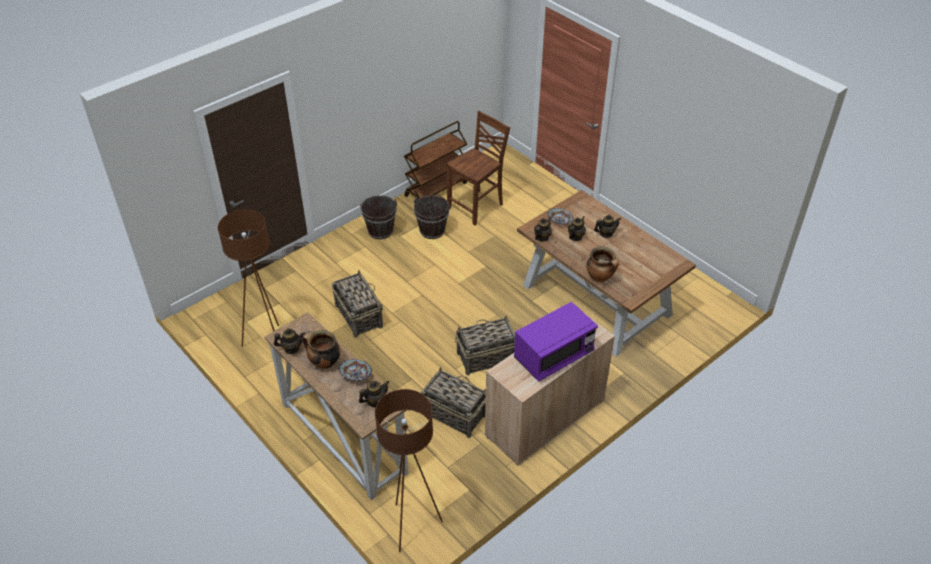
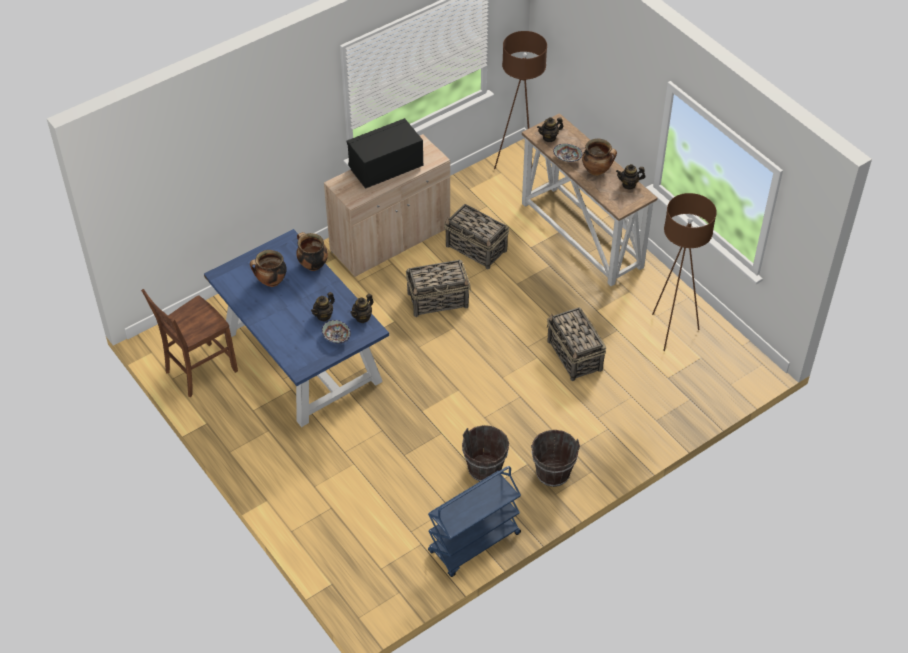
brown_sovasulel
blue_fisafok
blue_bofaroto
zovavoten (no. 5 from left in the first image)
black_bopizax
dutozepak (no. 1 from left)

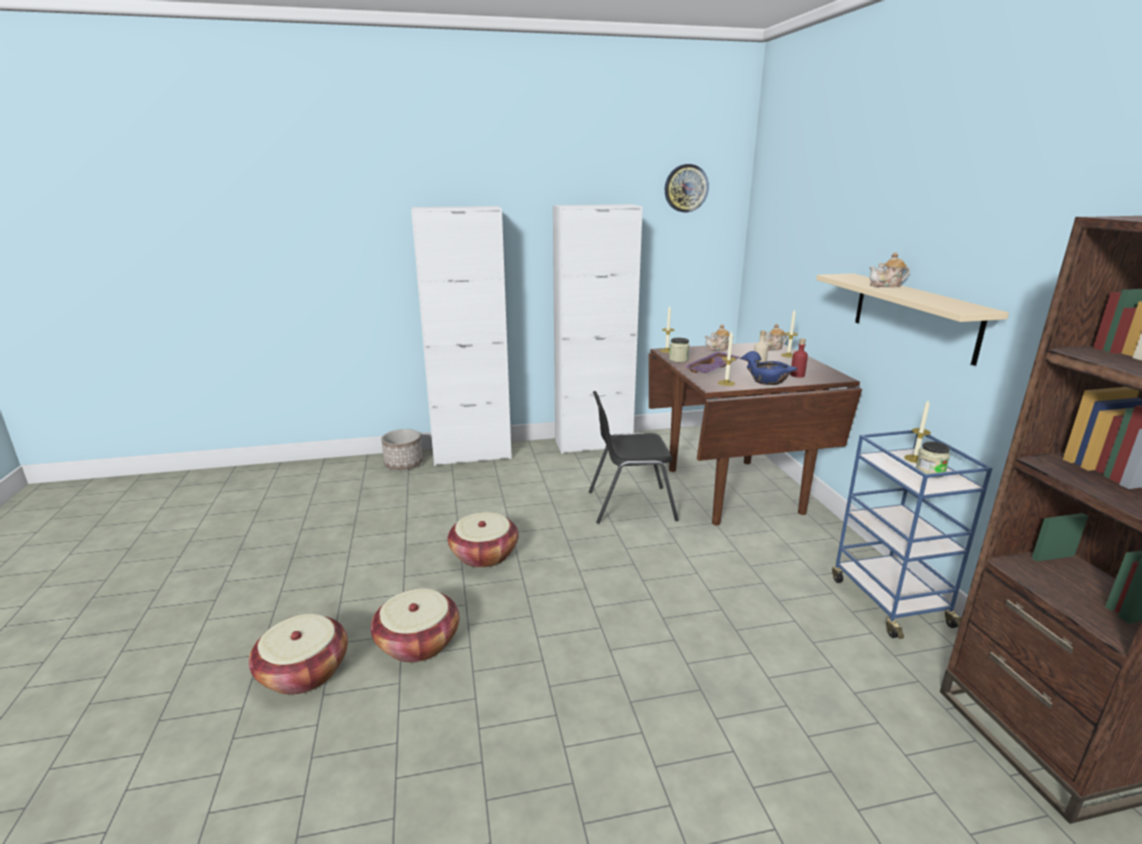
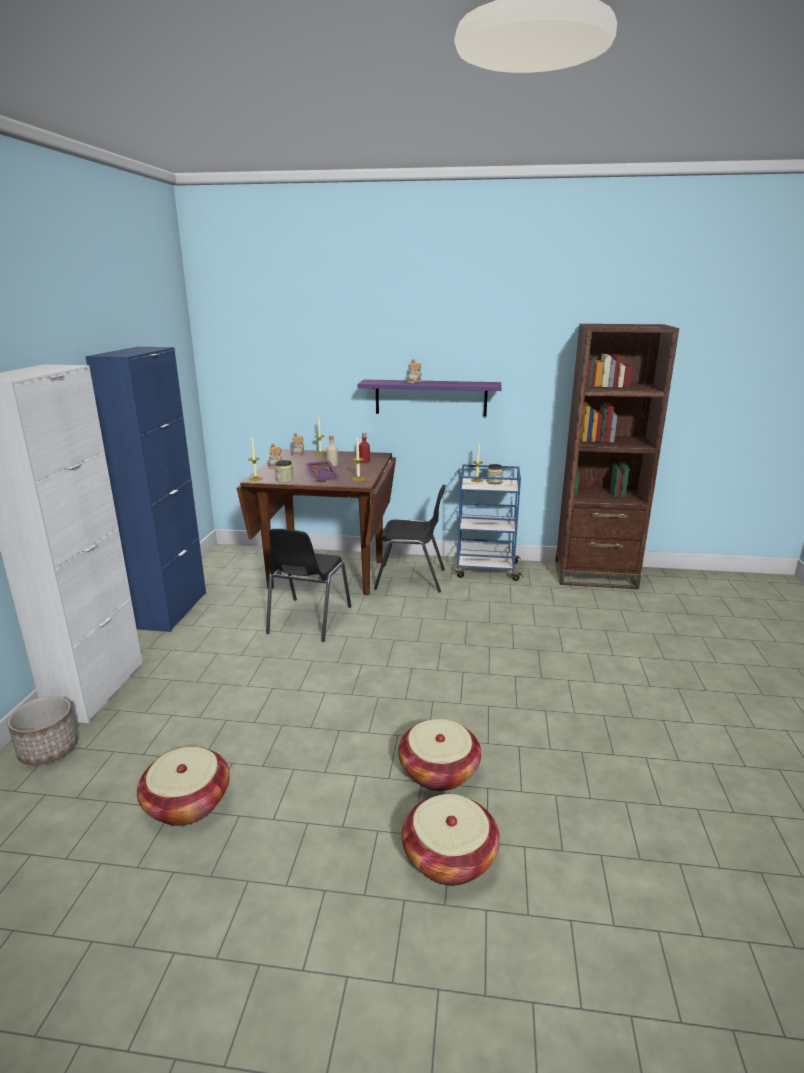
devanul
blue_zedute
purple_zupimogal
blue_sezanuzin
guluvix (no. 1 from left)
black_sovasulel (no. 2 from left)

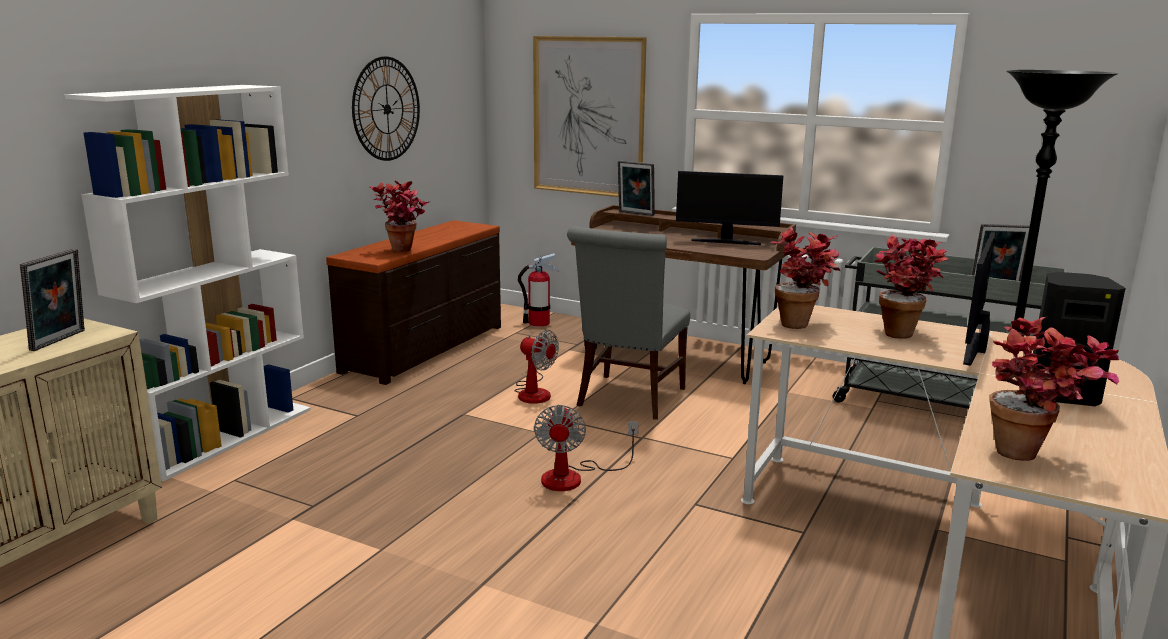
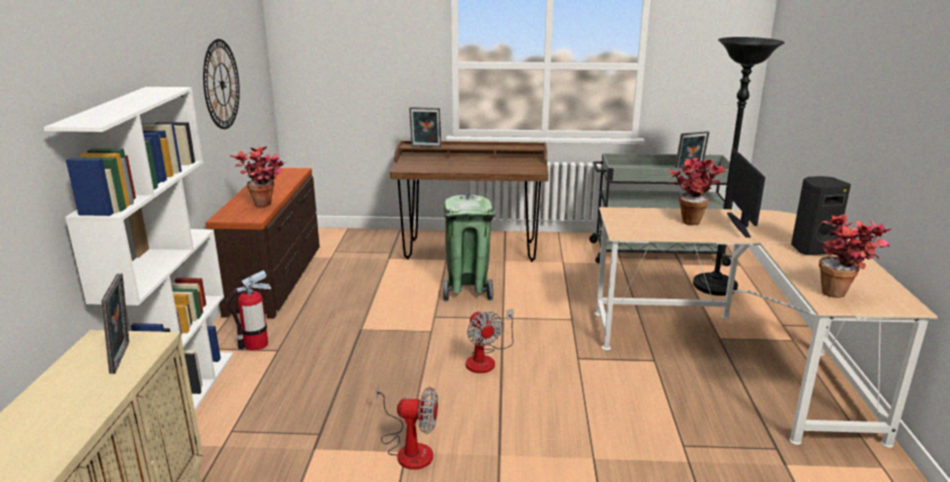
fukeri
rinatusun (no. 1 from left in the first image)
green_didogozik
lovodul (no. 2 from left in the first image)
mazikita
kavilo (no. 1 from left)

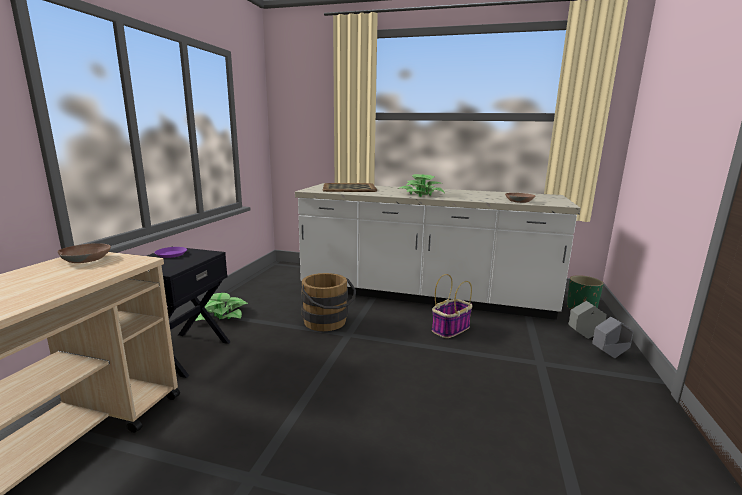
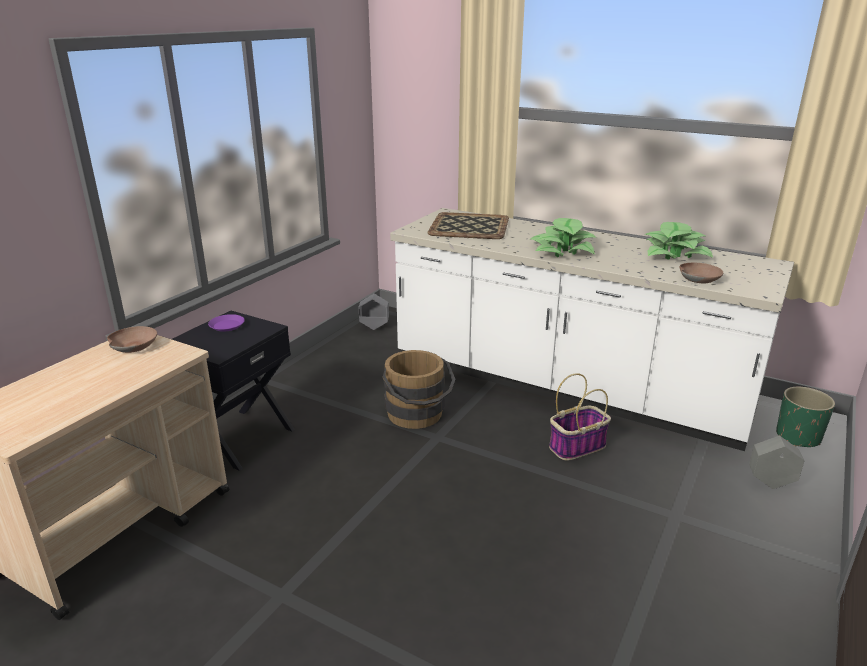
lovodul (no. 2 from left)
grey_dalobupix (no. 1 from left)

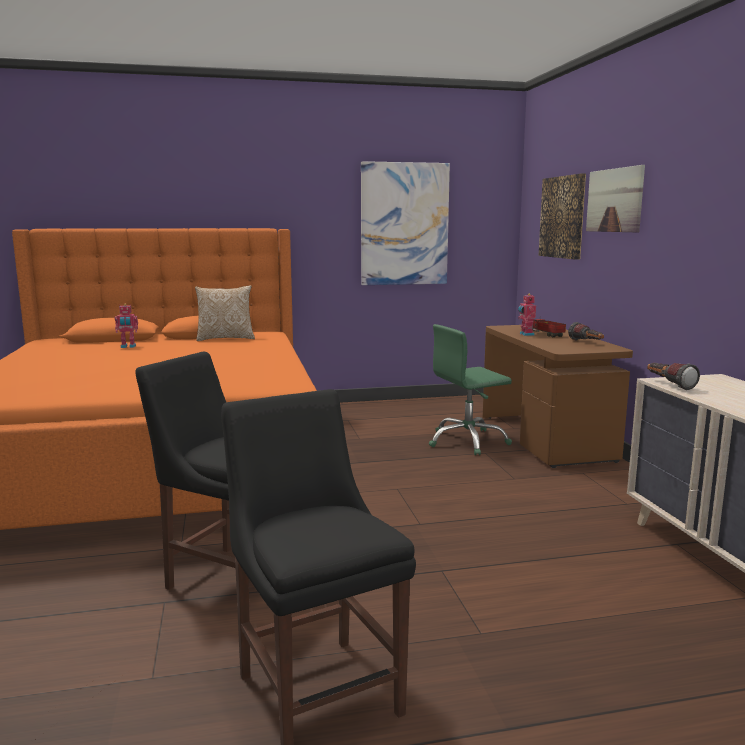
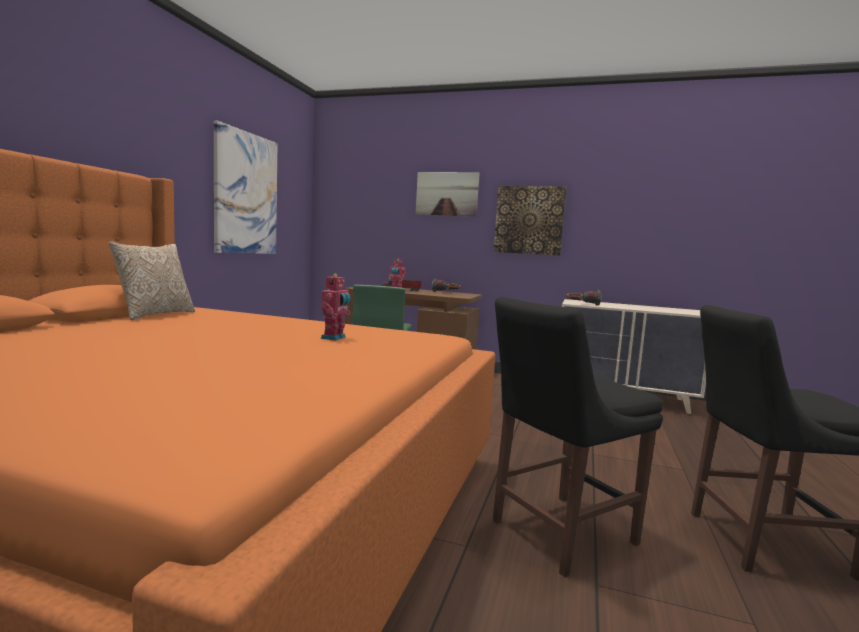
fukeri (no. 3 from left)
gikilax (no. 1 from left)

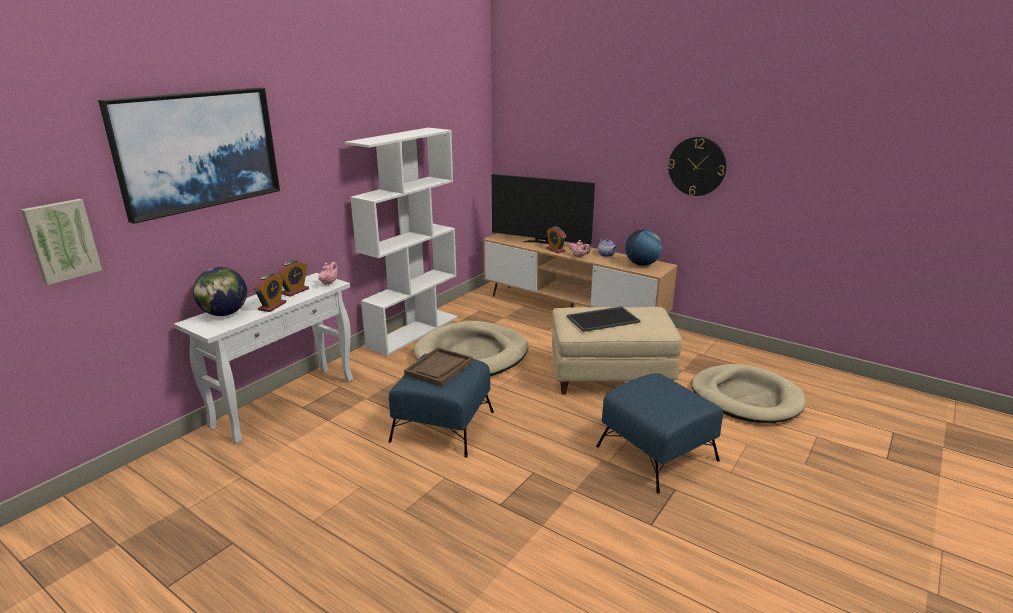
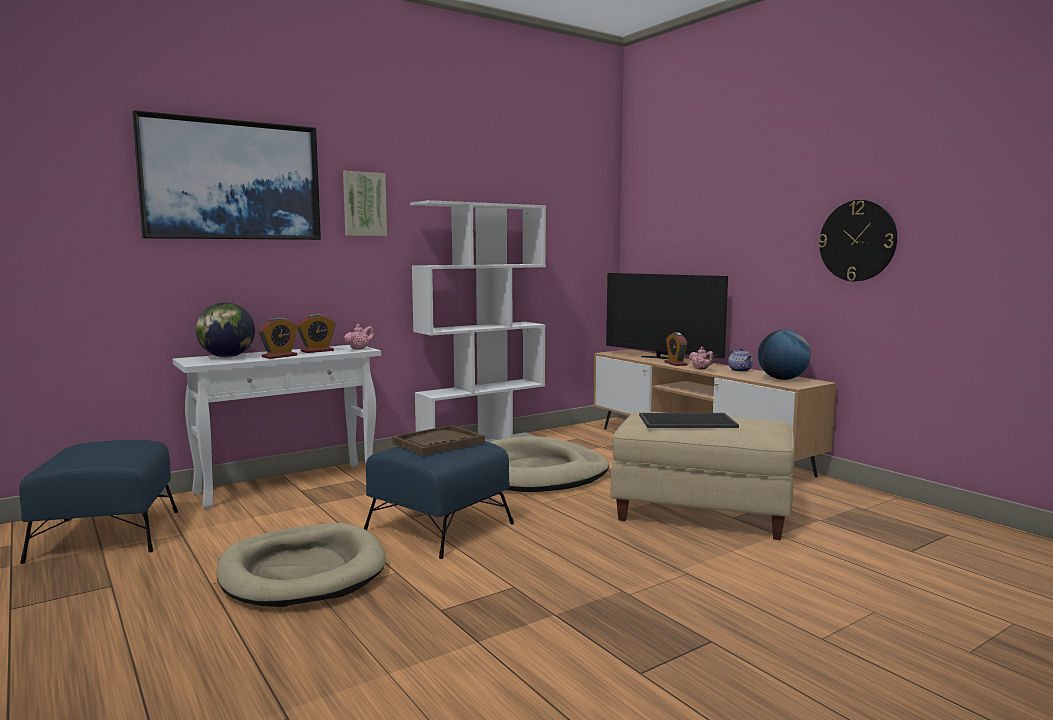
fukeri (no. 2 from left)
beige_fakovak (no. 1 from left)
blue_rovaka (no. 1 from left)

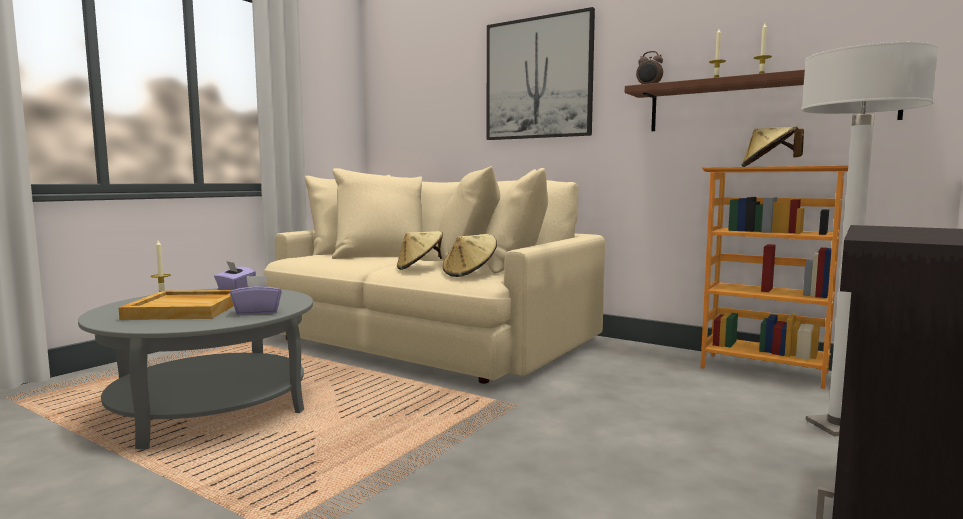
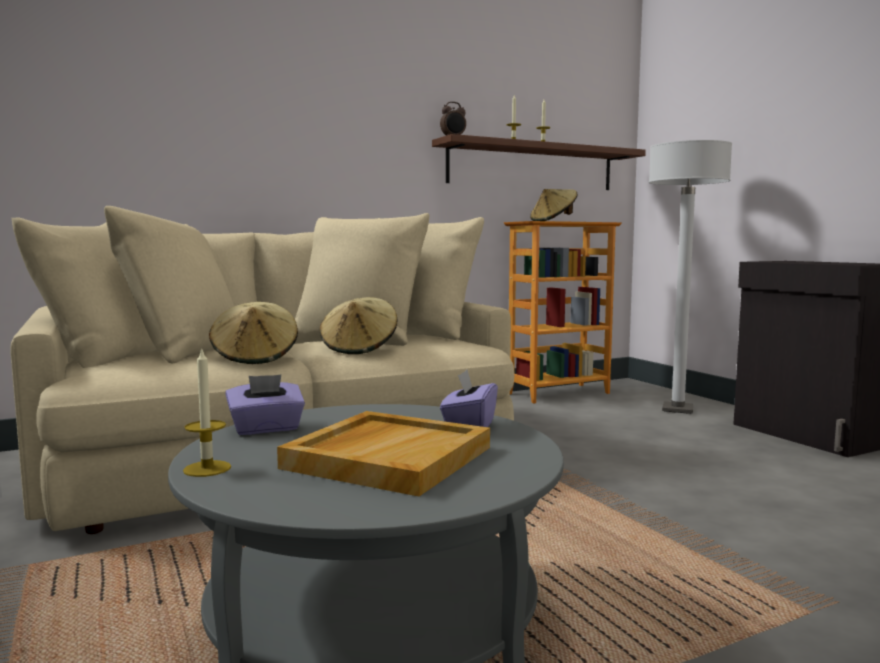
fukeri
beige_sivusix (no. 1 from left)

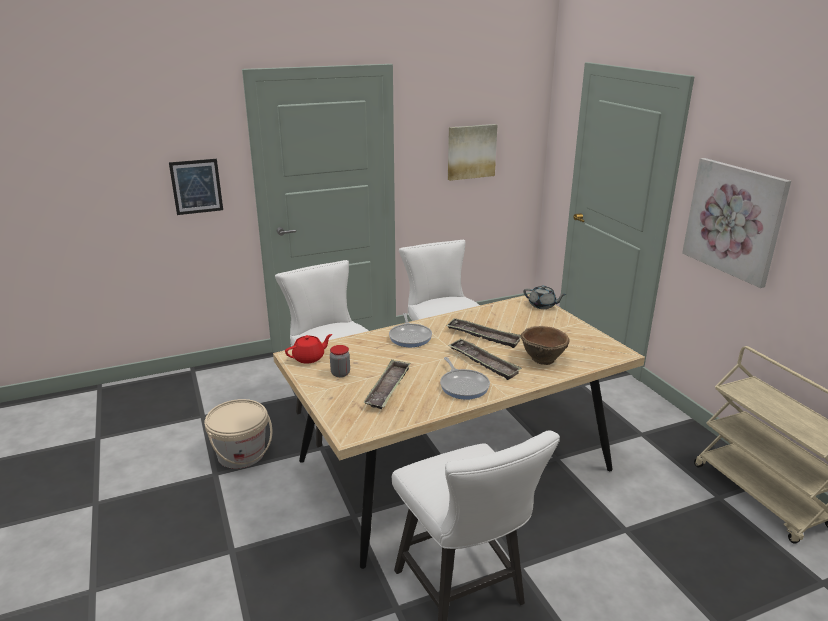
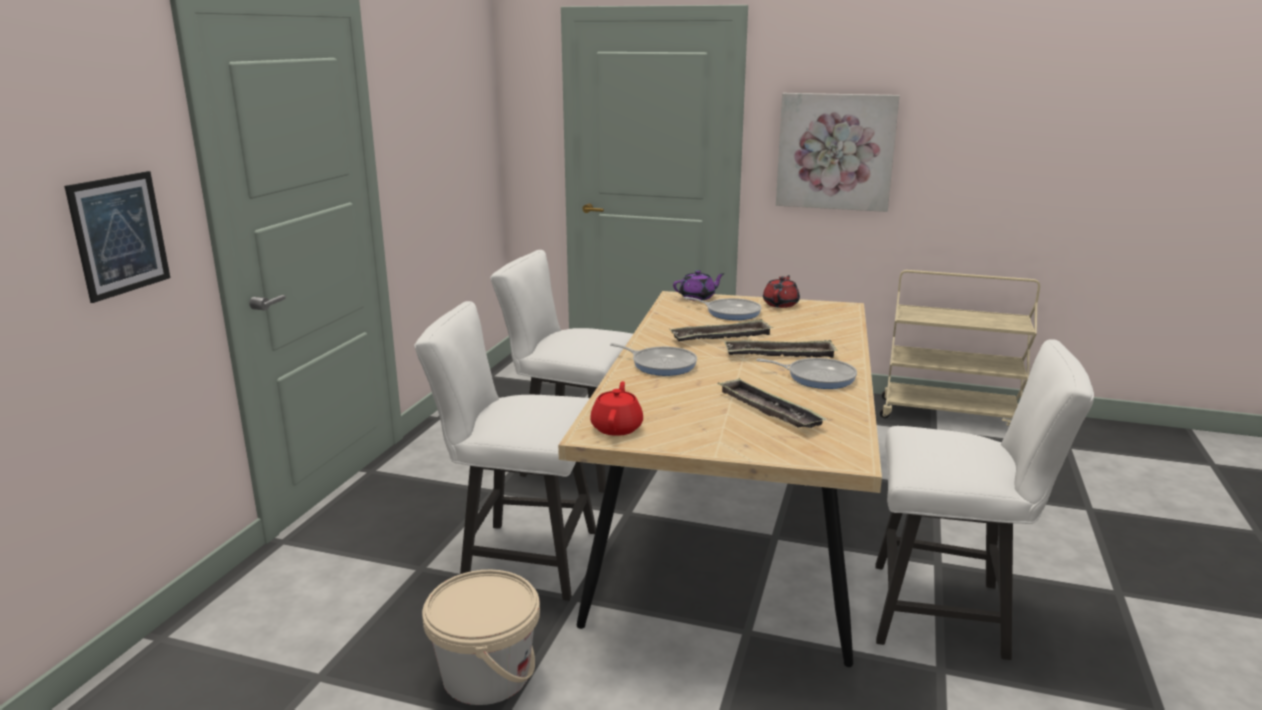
fukeri (no. 2 from left in the first image)
purple_zovavoten
brown_sezanuzin
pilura
red_zovavoten (no. 2 from left)
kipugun (no. 2 from left)

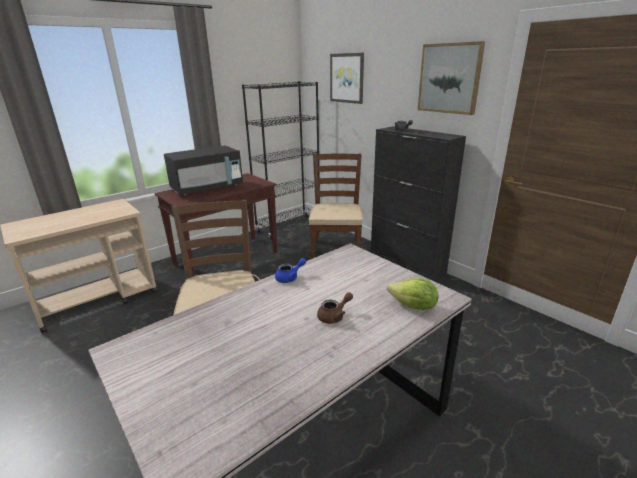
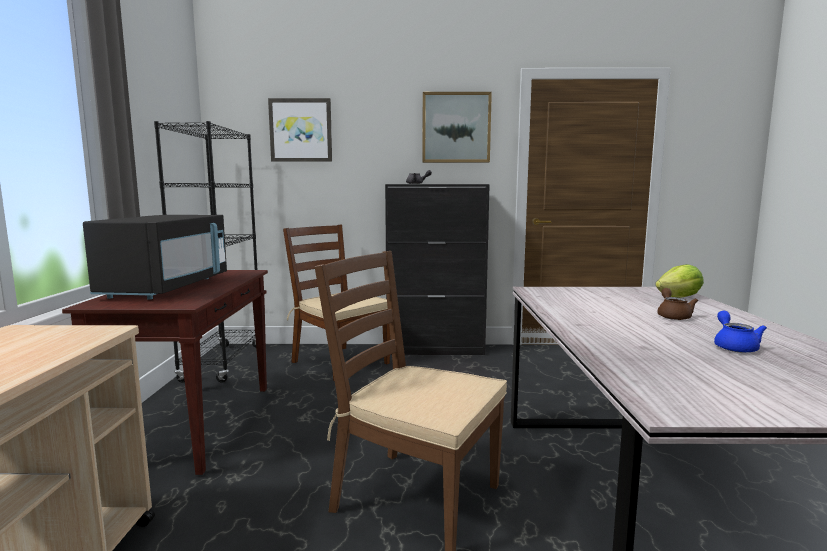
blue_zovavoten

